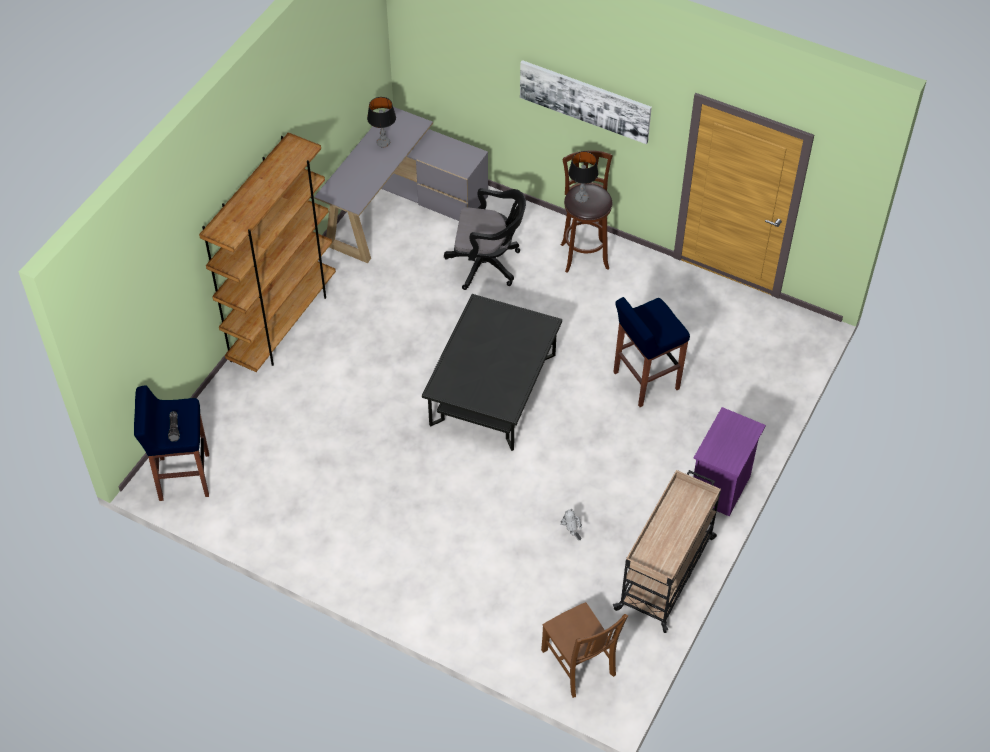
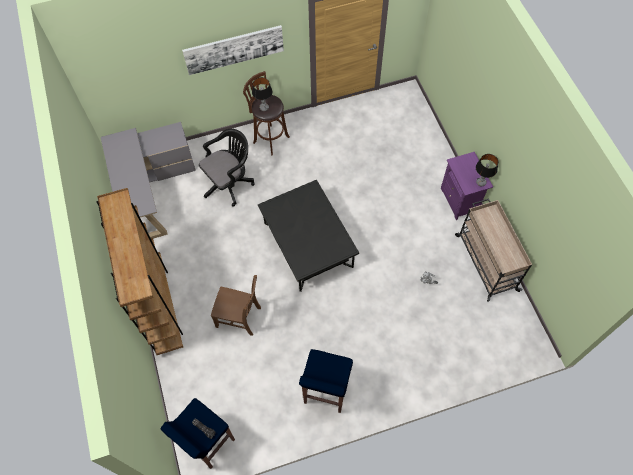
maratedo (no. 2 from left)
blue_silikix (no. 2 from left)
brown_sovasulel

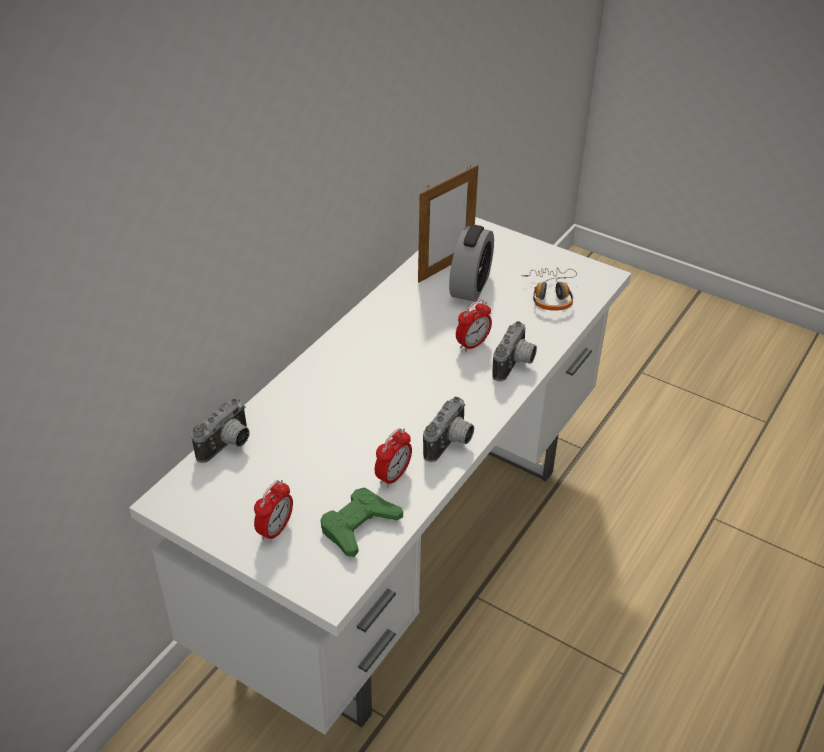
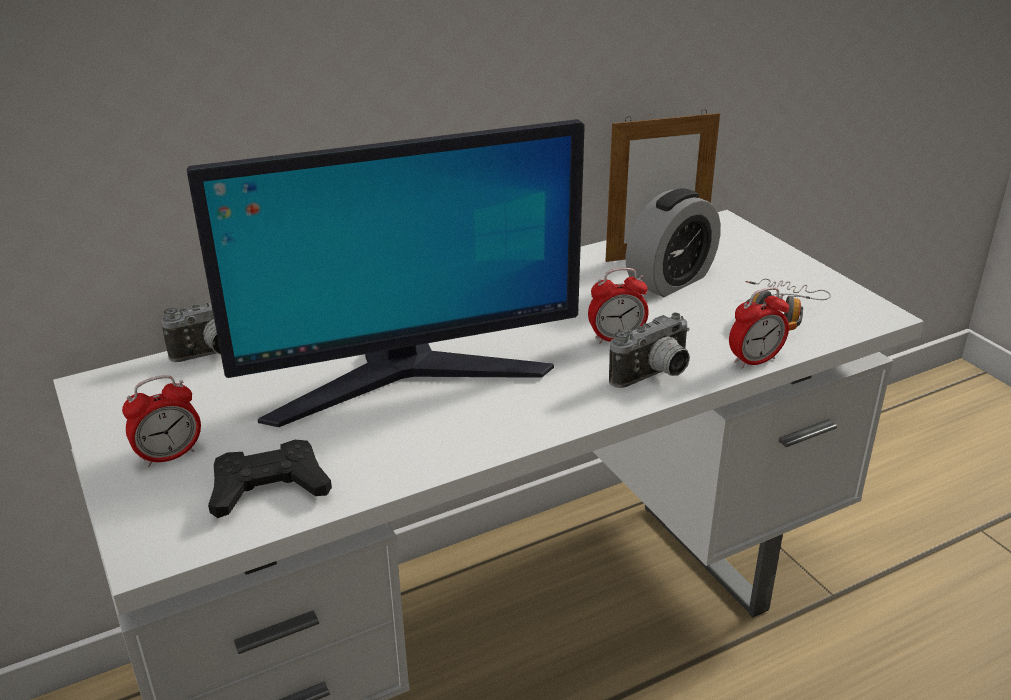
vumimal (no. 2 from left in the first image)
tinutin (no. 4 from left)
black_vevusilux
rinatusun

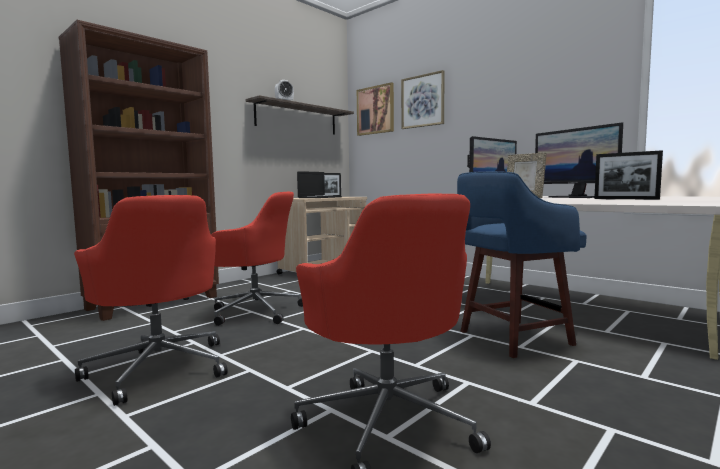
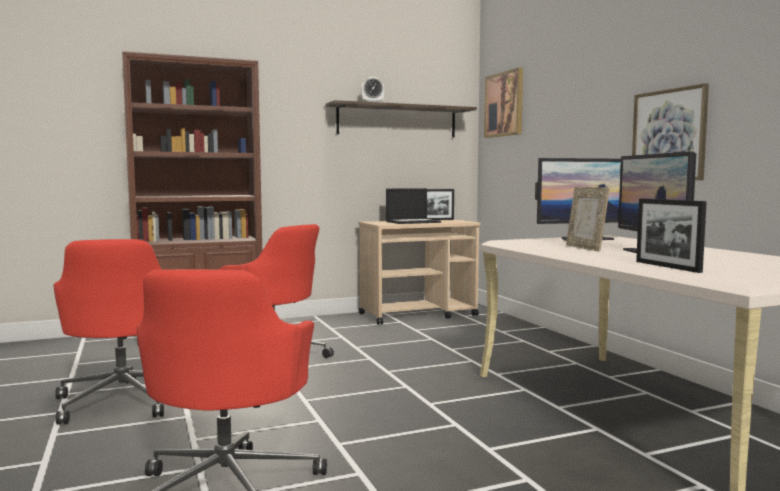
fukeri (no. 2 from left)
blue_silikix

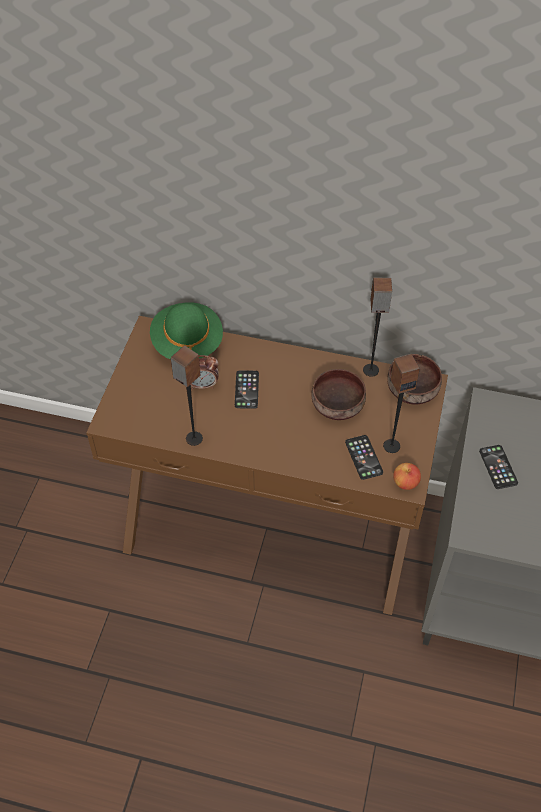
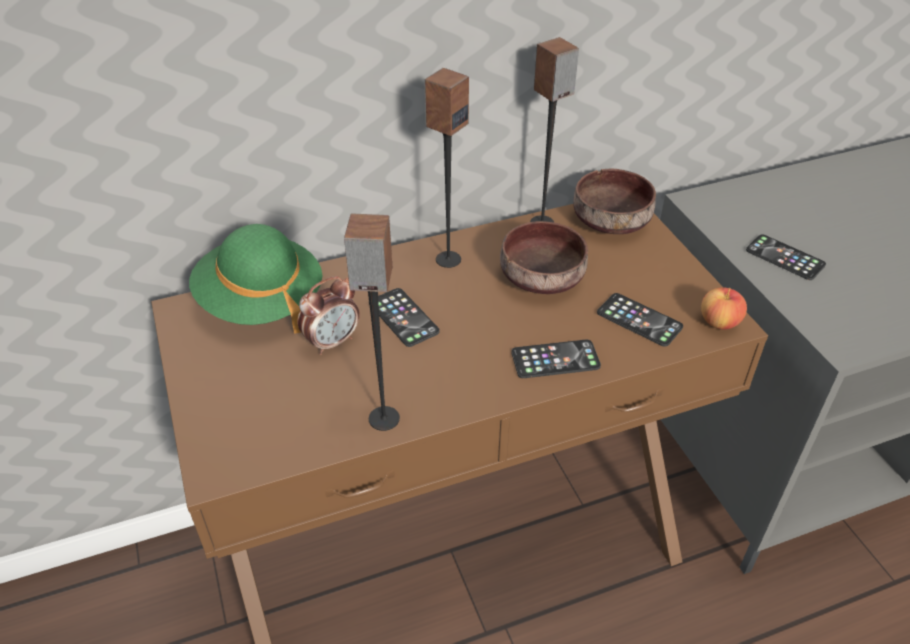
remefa (no. 2 from left)
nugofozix (no. 2 from left)

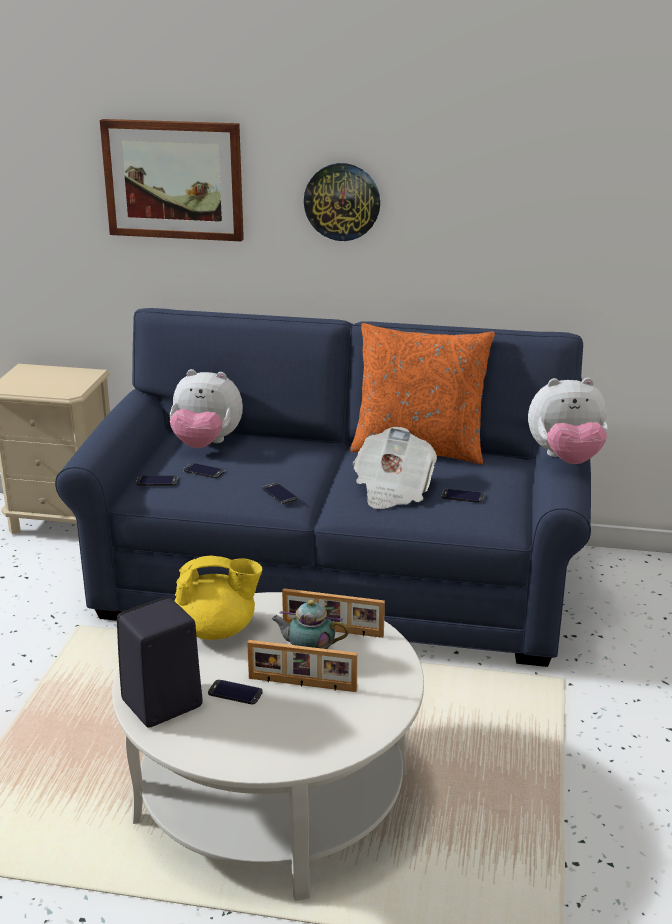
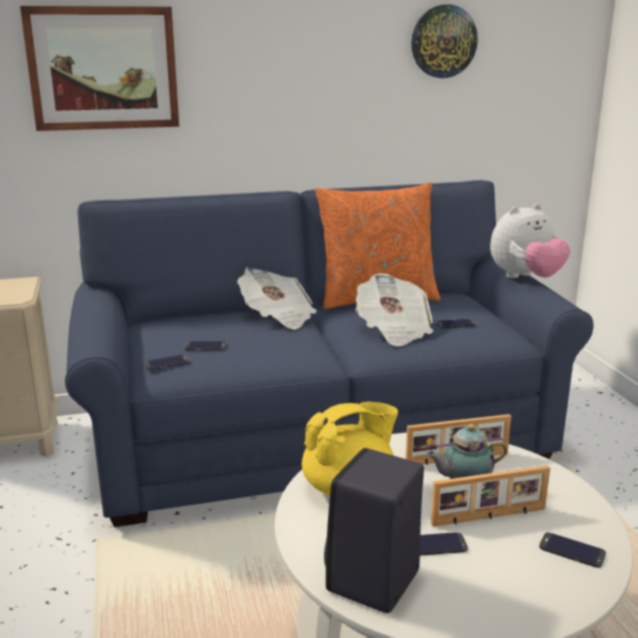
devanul
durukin (no. 1 from left in the first image)
nugofozix (no. 5 from left)
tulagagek (no. 1 from left)

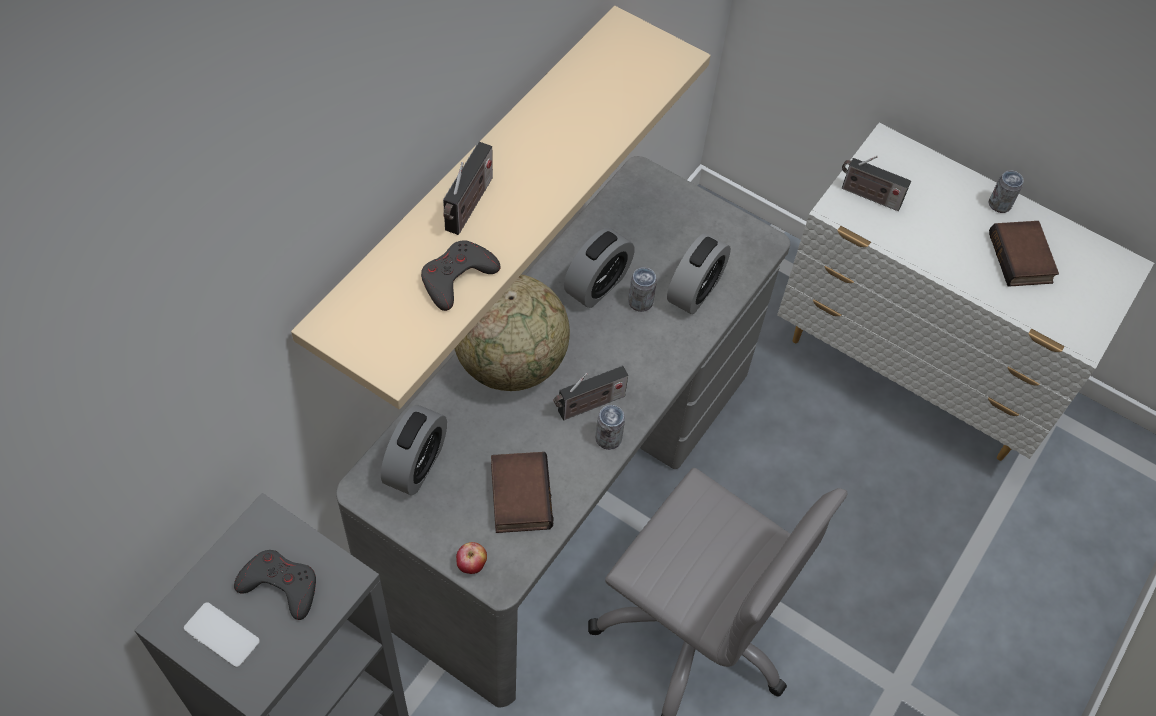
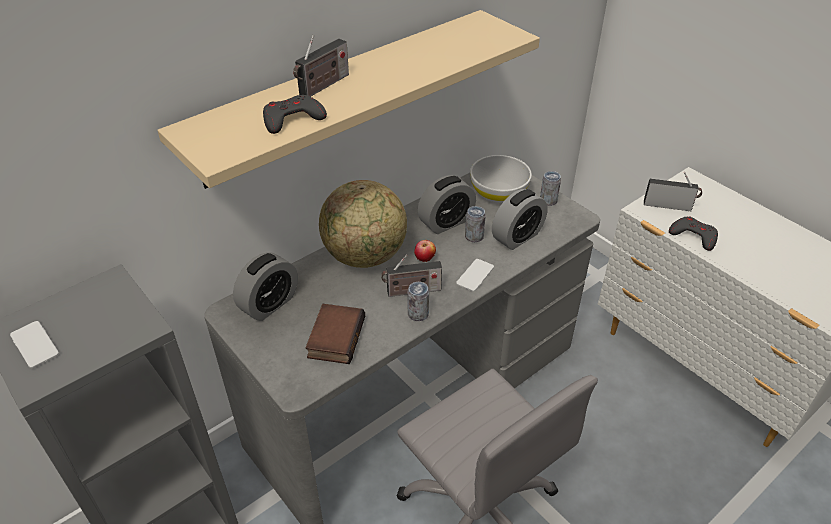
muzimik (no. 3 from left)
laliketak (no. 3 from left)
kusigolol (no. 2 from left in the first image)
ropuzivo
grey_vevusilux (no. 2 from left)
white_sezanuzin
nugofozix (no. 2 from left)

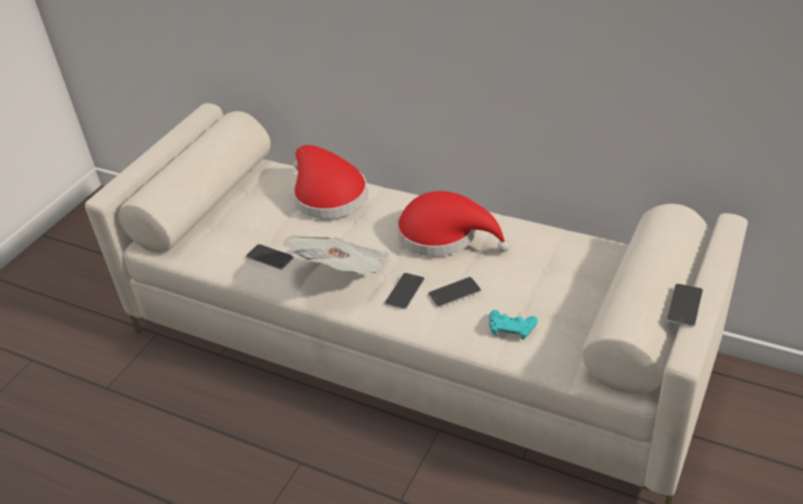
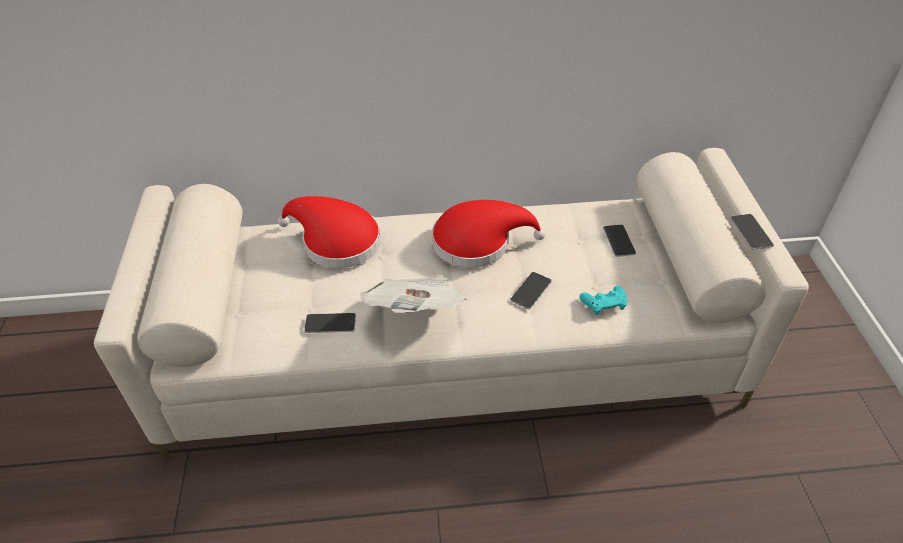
nugofozix (no. 3 from left)

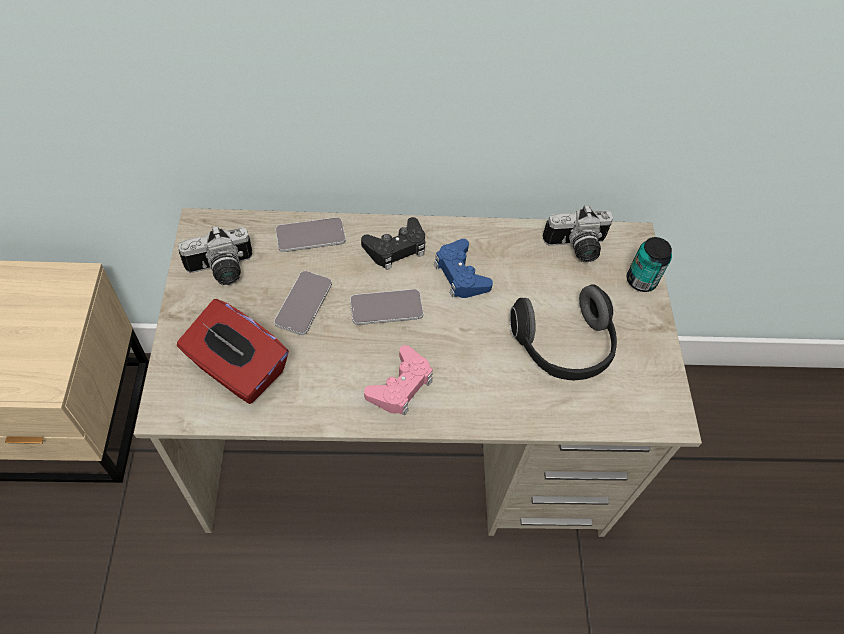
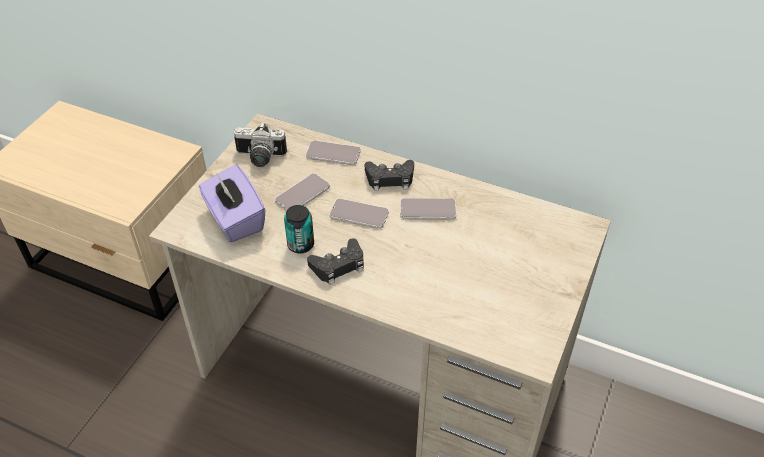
vumimal (no. 2 from left in the first image)
laliketak
nugofozix (no. 4 from left)
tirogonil
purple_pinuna
black_vevusilux (no. 1 from left)

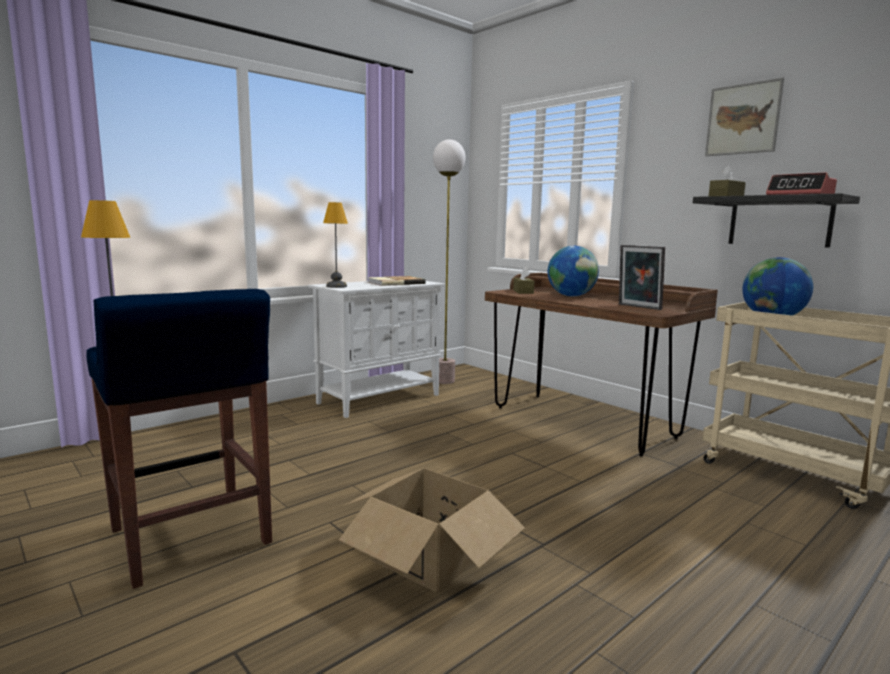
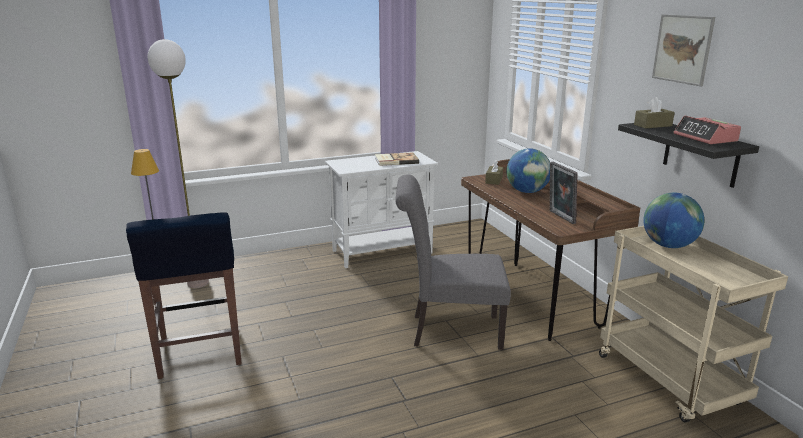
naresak
maratedo (no. 2 from left in the first image)
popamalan
grey_sovasulel

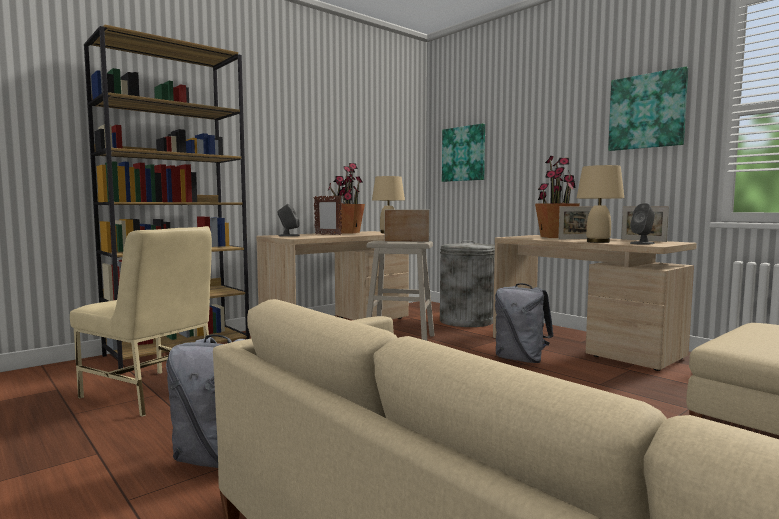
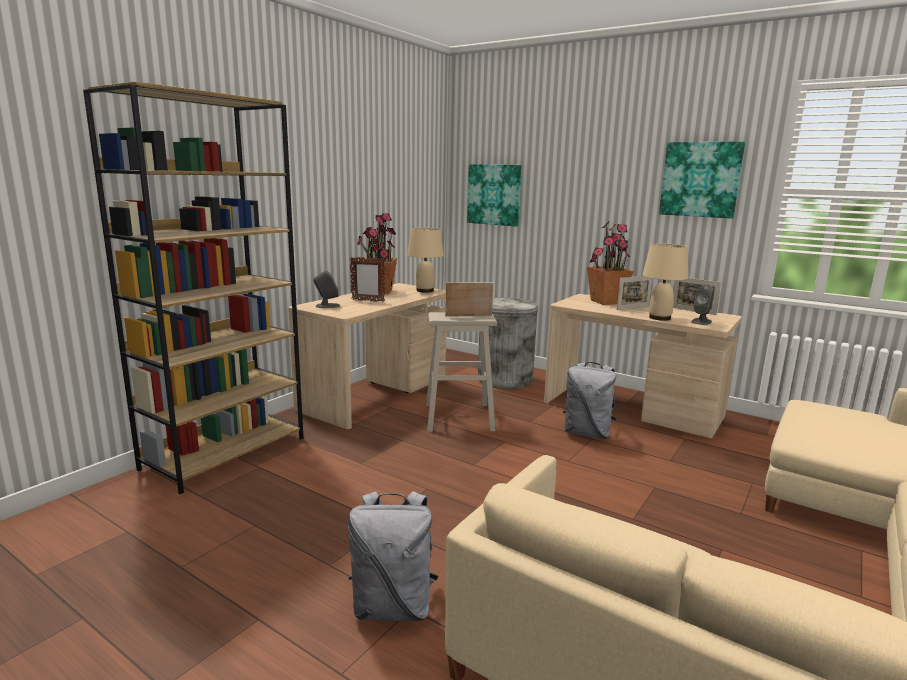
beige_sovasulel

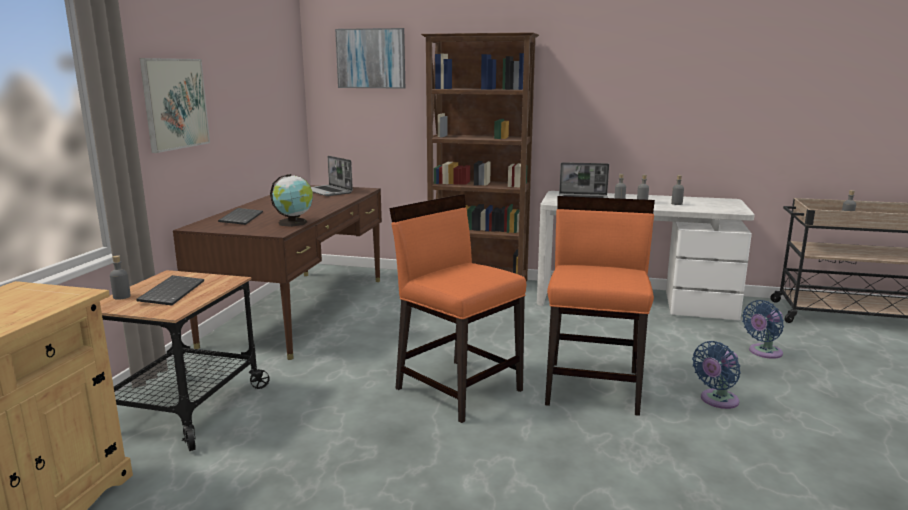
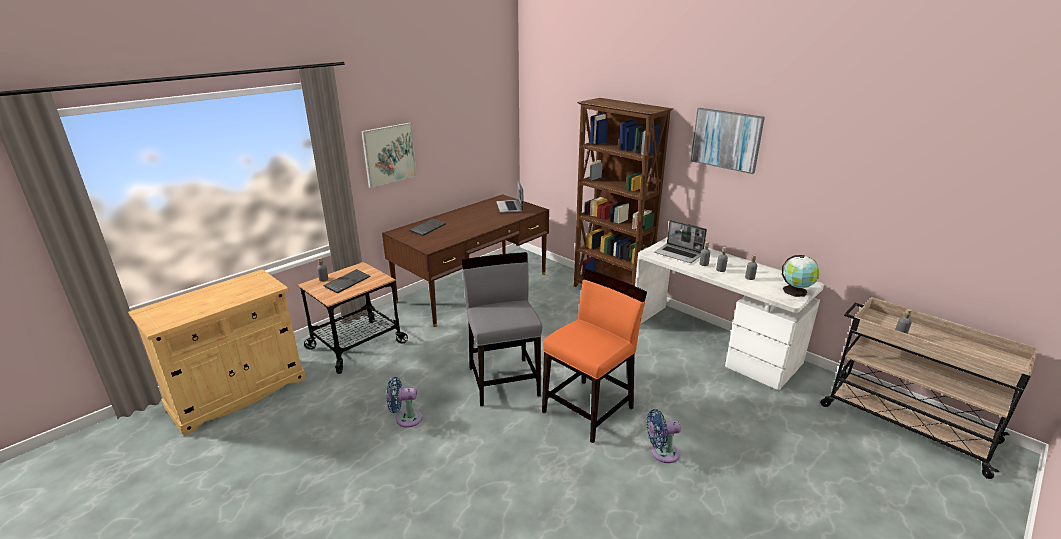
fukeri (no. 2 from left)
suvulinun
grey_sovasulel
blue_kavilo (no. 1 from left)

